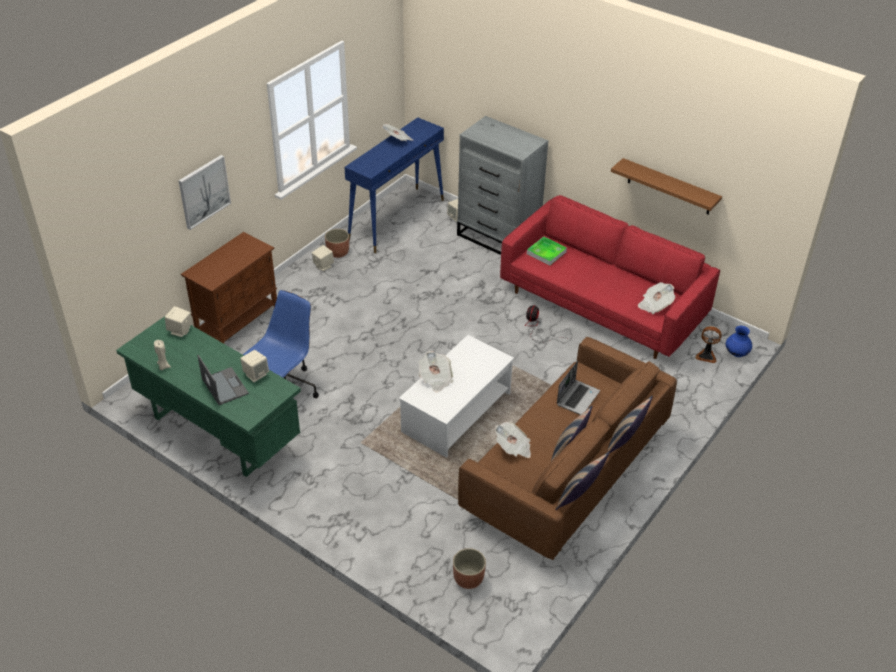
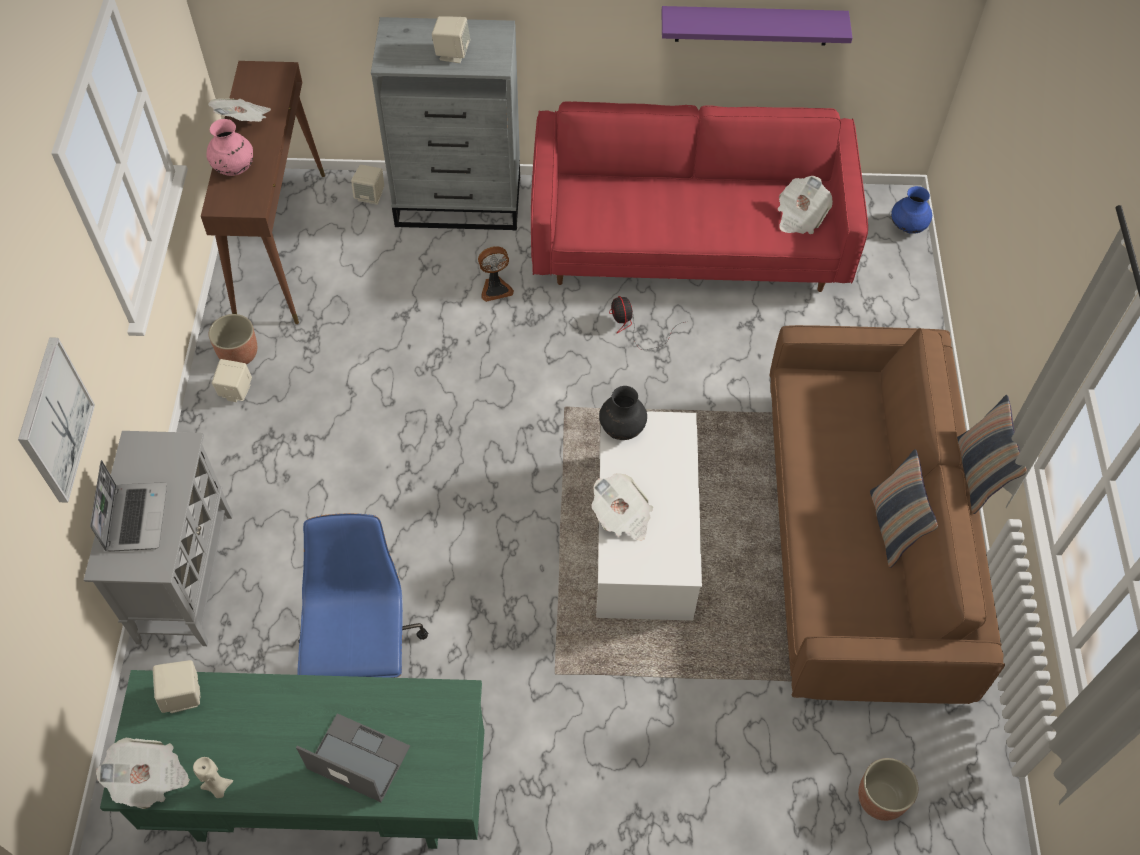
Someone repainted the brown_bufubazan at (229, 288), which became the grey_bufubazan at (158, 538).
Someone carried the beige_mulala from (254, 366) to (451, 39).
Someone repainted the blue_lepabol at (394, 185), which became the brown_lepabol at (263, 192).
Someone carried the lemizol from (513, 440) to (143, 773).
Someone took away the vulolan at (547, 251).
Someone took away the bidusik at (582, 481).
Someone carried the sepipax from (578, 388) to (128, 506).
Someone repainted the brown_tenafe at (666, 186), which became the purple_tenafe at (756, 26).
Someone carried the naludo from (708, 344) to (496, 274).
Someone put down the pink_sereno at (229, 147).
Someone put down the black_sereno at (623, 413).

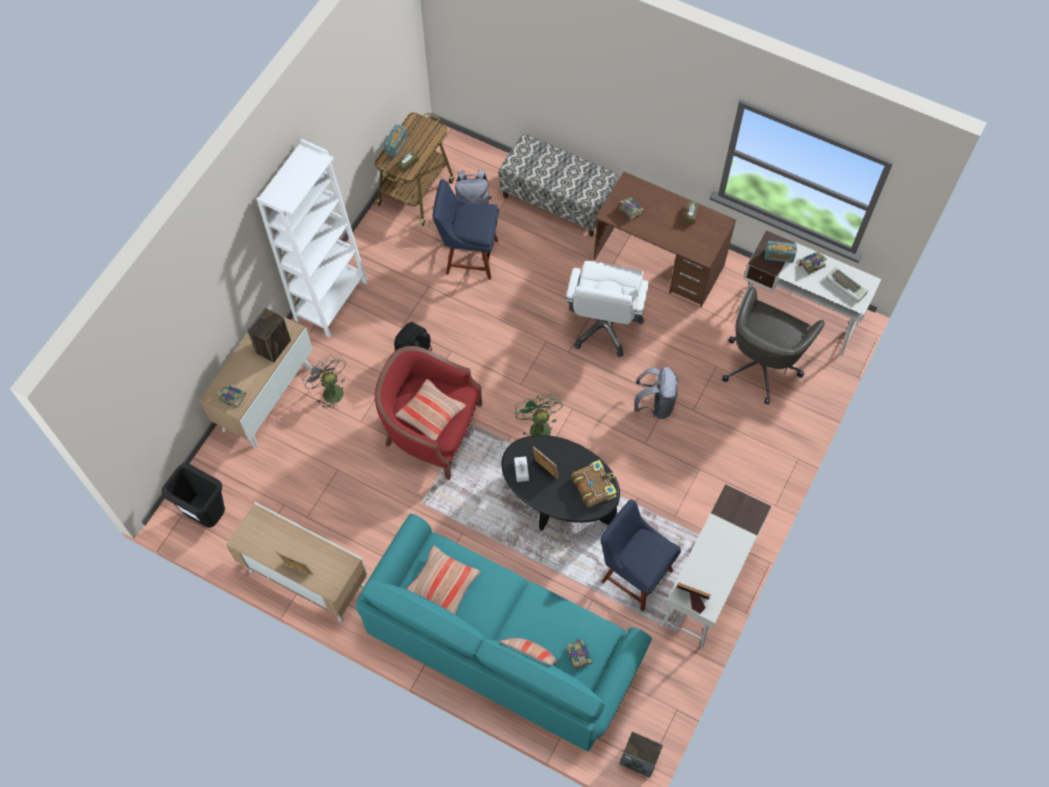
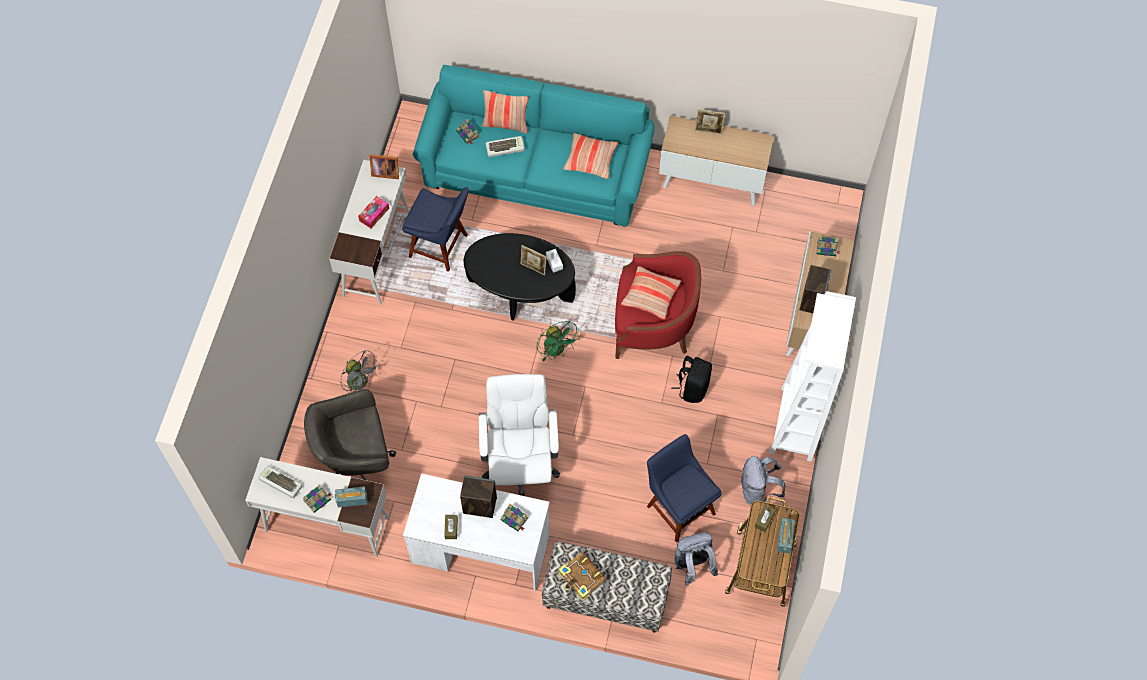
Someone took away the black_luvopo at (193, 495).
Someone carried the grey_naludo from (323, 382) to (360, 371).
Someone rotated the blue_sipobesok at (466, 229) by 120 degrees counterclockwise.
Someone carried the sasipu from (594, 484) to (582, 577).
Someone repainted the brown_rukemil at (664, 239), which became the white_rukemil at (476, 532).
Someone carried the mulala from (641, 755) to (478, 497).
Someone carried the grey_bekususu from (656, 393) to (762, 480).
Someone rotated the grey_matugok at (773, 346) by 120 degrees counterclockwise.
Someone put down the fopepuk at (373, 212).
Someone put down the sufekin at (505, 146).

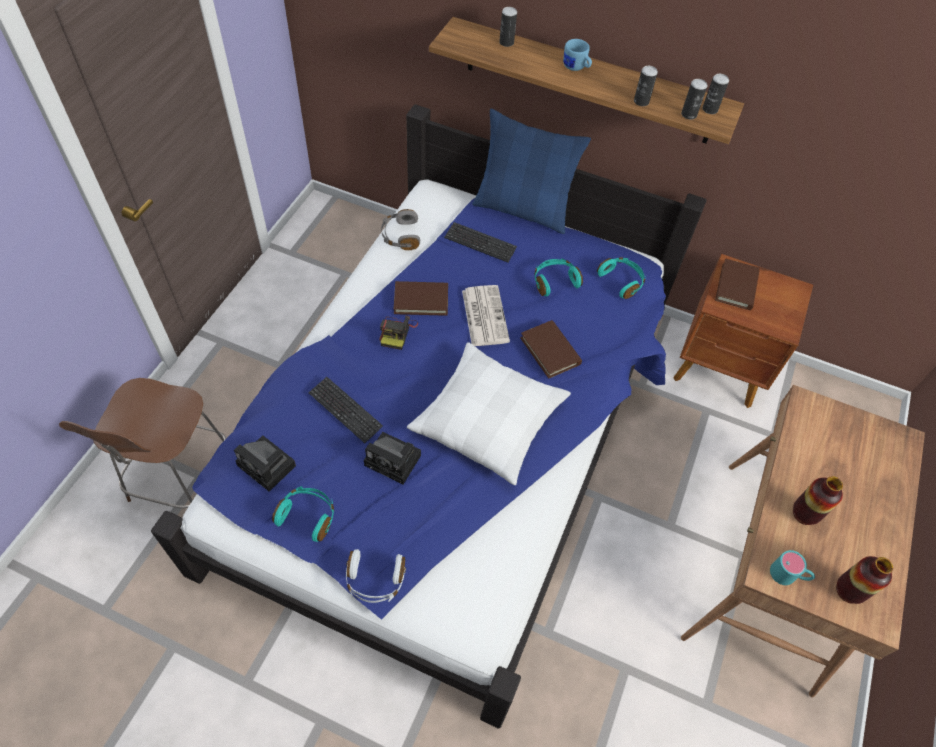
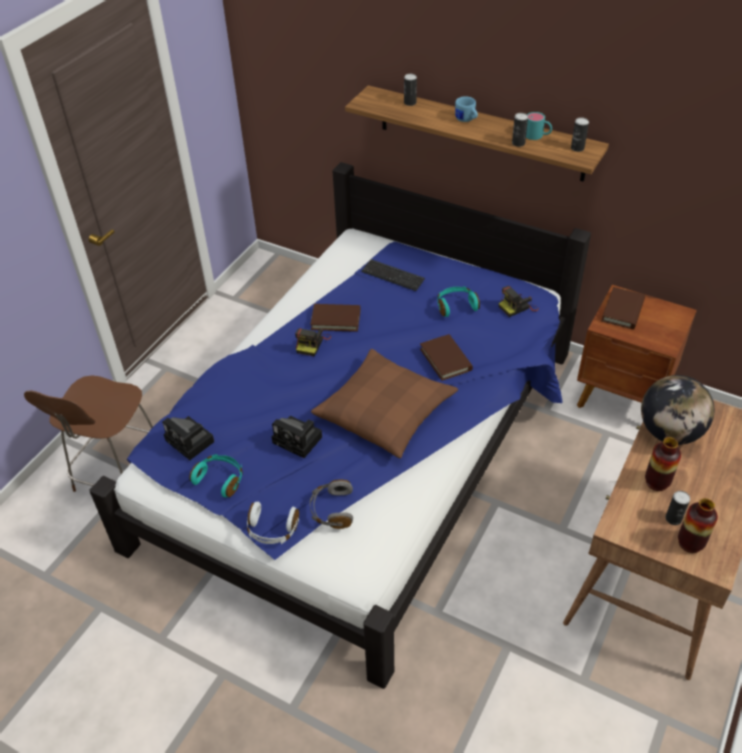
Someone took away the sufekin at (345, 410).
Someone carried the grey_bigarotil from (400, 229) to (331, 504).
Someone repainted the white_bidusik at (489, 413), which became the brown_bidusik at (384, 403).
Someone took away the lemizol at (486, 315).
Someone took away the blue_bidusik at (531, 171).
Someone swapped the turquoise_bigarotil at (621, 278) for the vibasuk at (519, 301).
Someone carried the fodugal from (694, 99) to (677, 508).
Someone carried the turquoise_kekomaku from (792, 567) to (539, 126).
Someone put down the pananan at (678, 410).

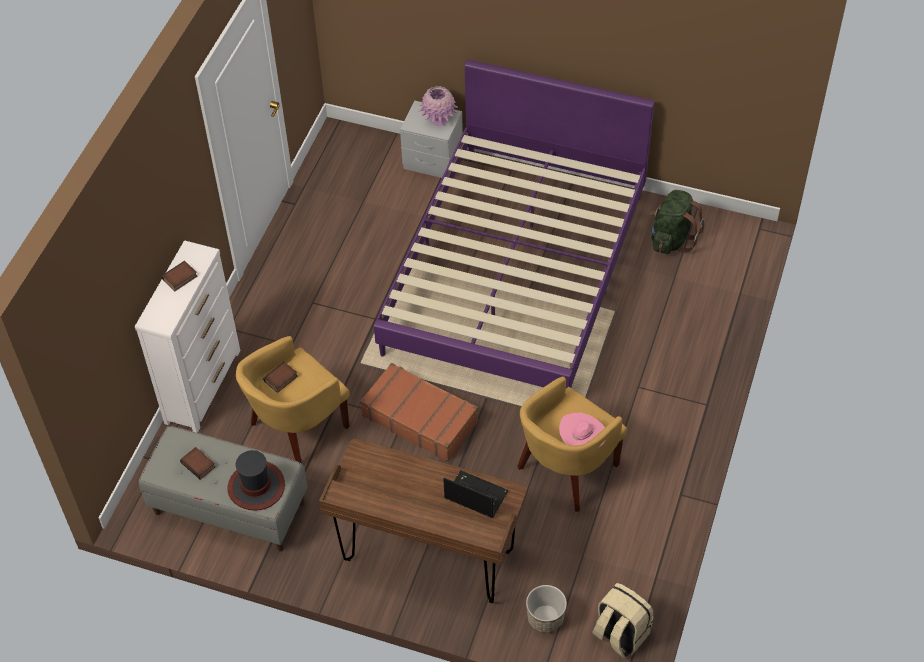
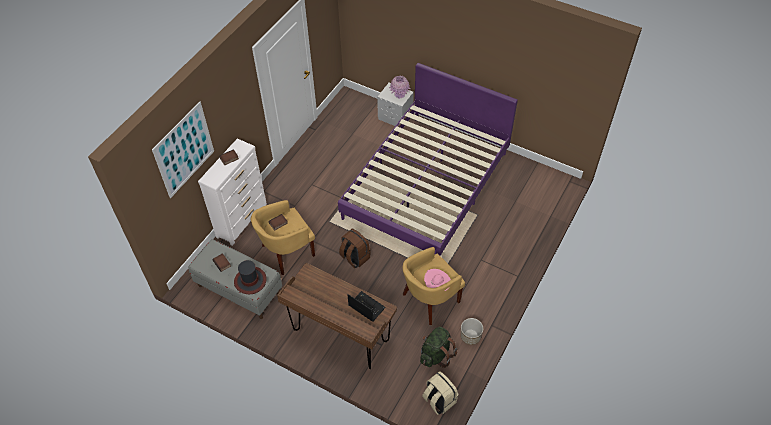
Someone swapped the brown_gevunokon at (419, 412) for the brown_bekususu at (355, 248).
Someone carried the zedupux from (546, 609) to (472, 331).
Someone carried the green_bekususu from (677, 222) to (438, 347).
Someone put up the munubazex at (183, 150).

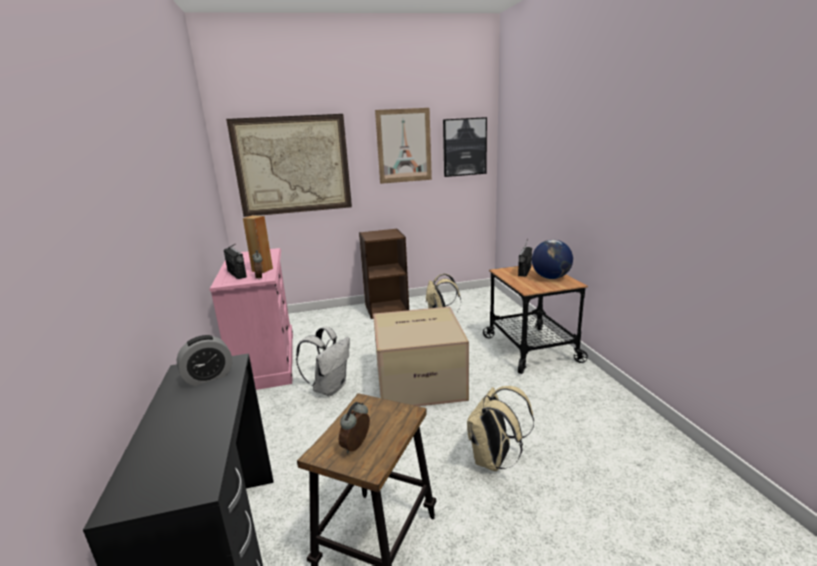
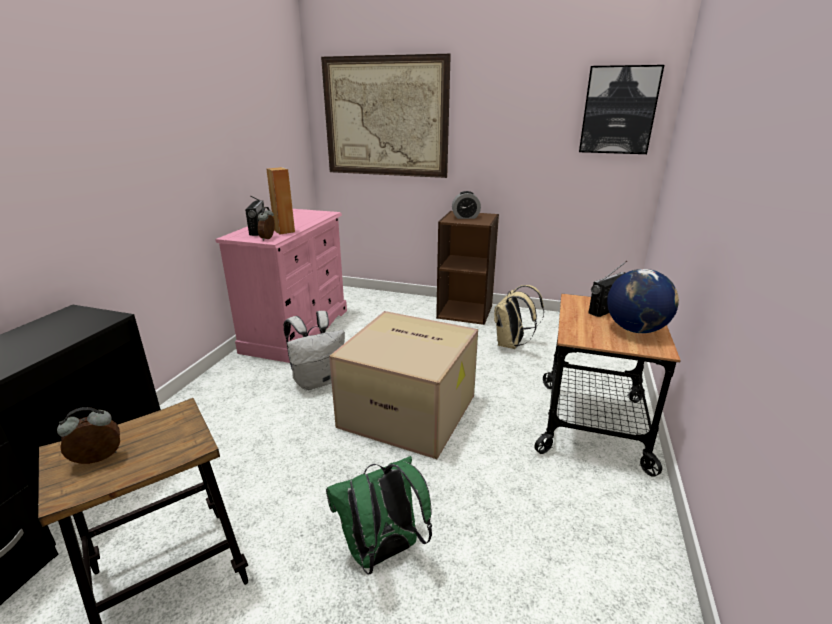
Someone carried the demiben from (204, 360) to (466, 205).
Someone took away the munubazex at (403, 146).
Someone repainted the beige_bekususu at (500, 428), which became the green_bekususu at (379, 515).

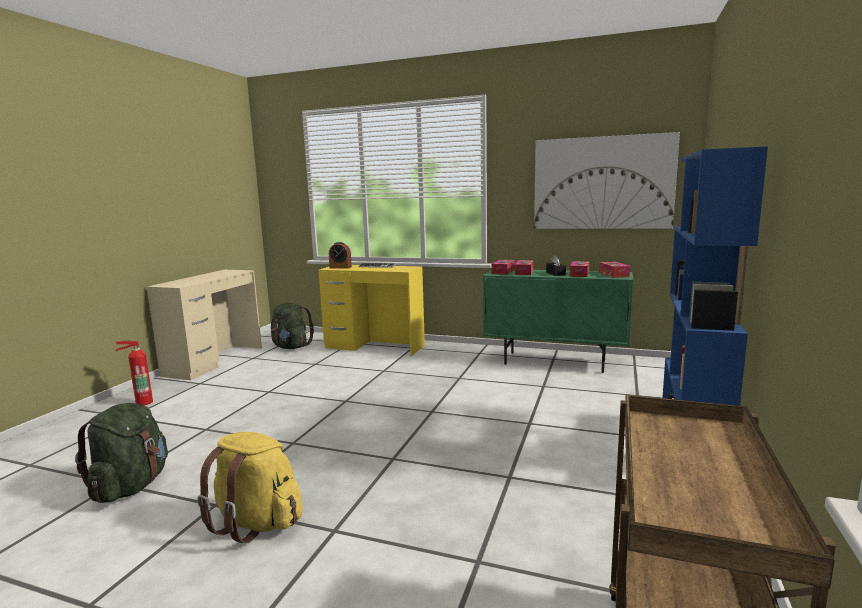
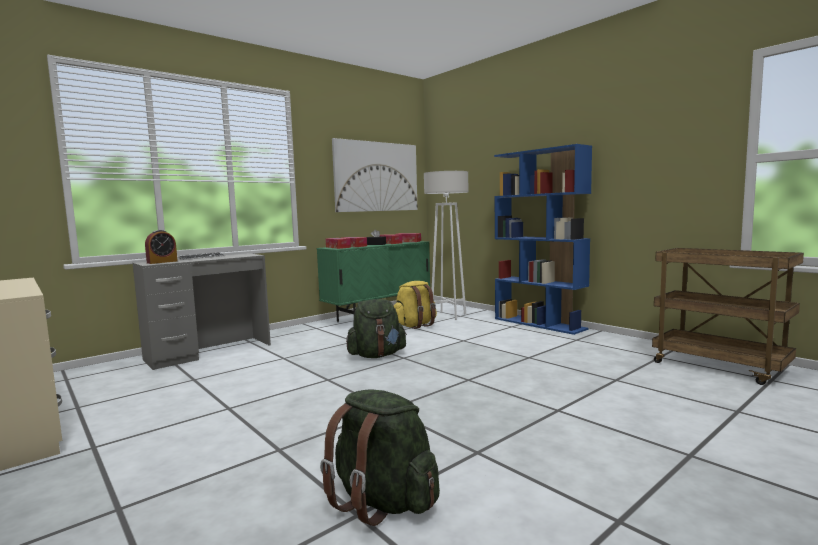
Someone took away the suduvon at (134, 373).
Someone carried the yellow_bekususu from (250, 488) to (415, 305).
Someone carried the green_bekususu from (292, 326) to (376, 328).
Someone repainted the yellow_rukemil at (371, 310), which became the grey_rukemil at (202, 311).
Someone put down the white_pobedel at (446, 245).

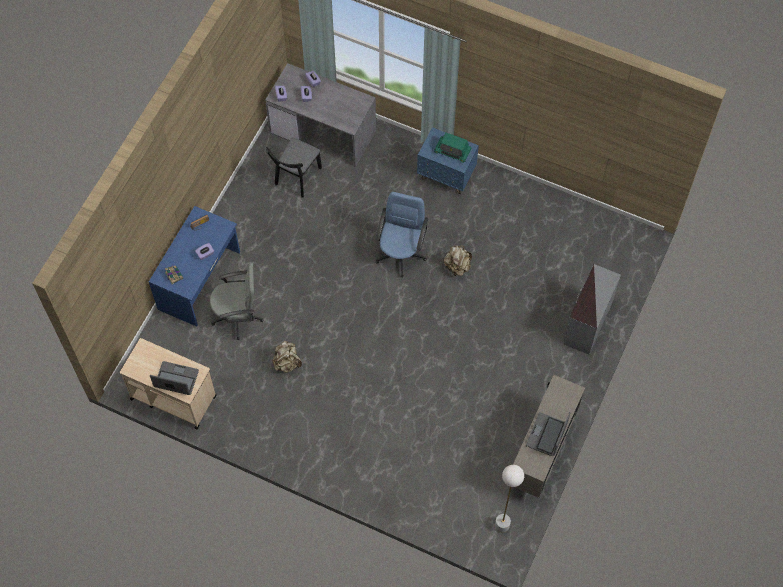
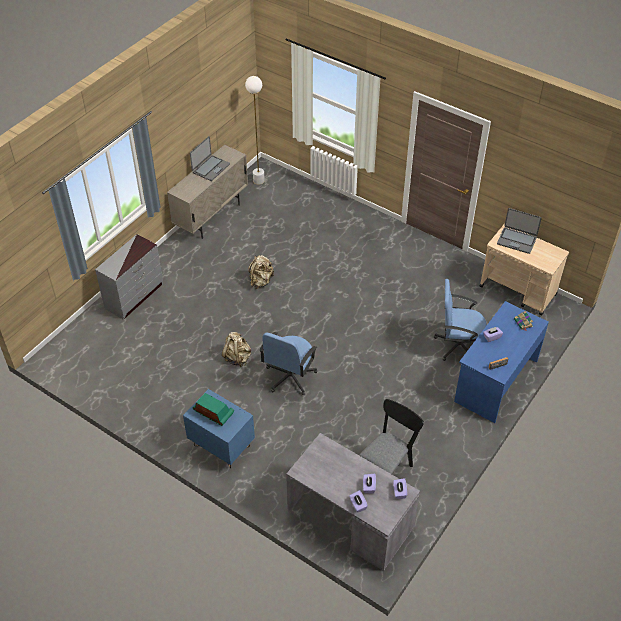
Someone repainted the grey_matugok at (237, 301), which became the blue_matugok at (460, 320).
Someone carried the beige_bekususu from (287, 357) to (261, 272).

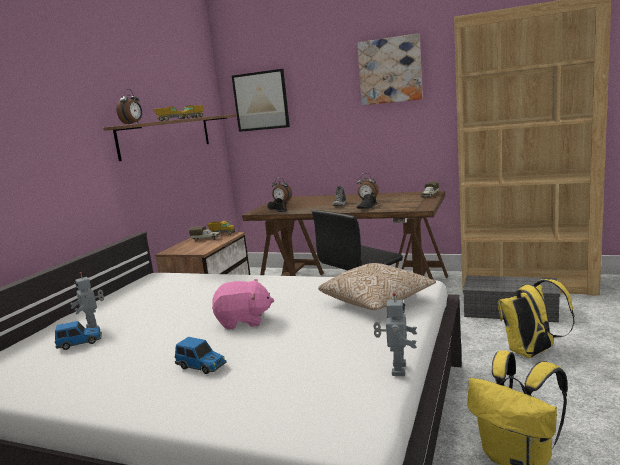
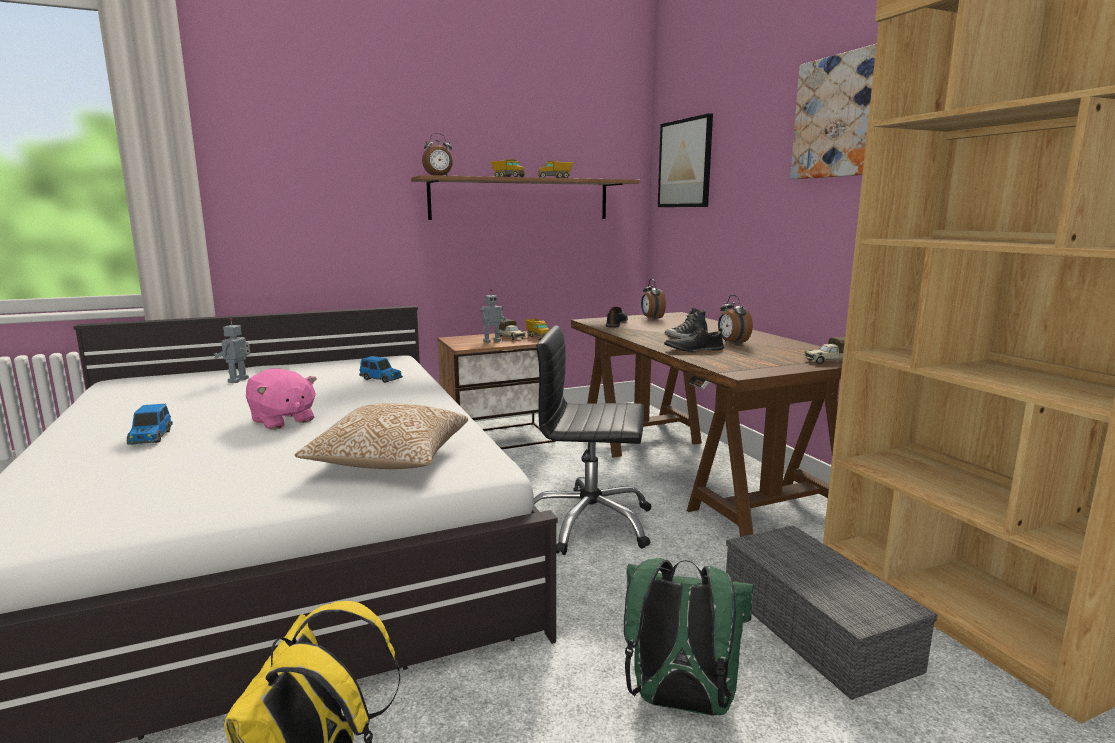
Someone carried the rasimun from (78, 335) to (381, 369).
Someone carried the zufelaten from (395, 334) to (493, 316).
Someone repainted the yellow_bekususu at (536, 318), which became the green_bekususu at (689, 637).

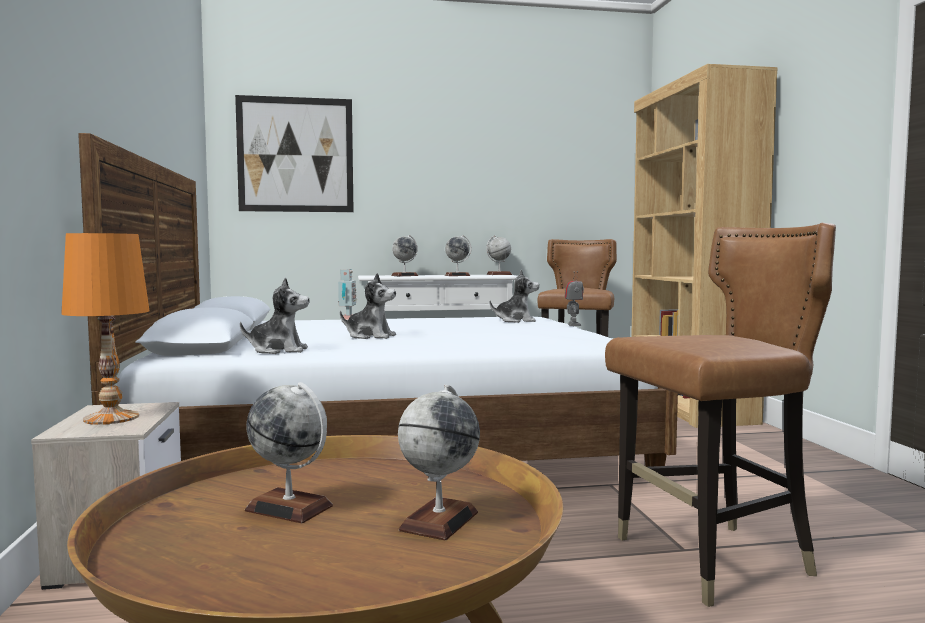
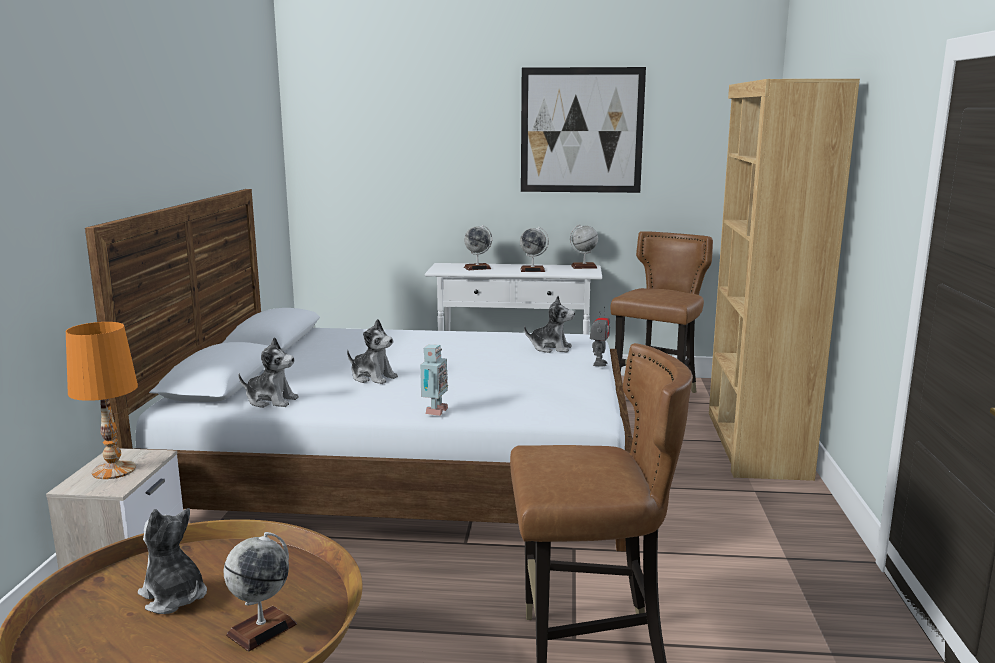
Someone carried the munubazex from (294, 153) to (583, 130).
Someone swapped the pananan at (289, 452) for the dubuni at (172, 561).
Someone carried the zufelaten from (347, 294) to (434, 380).

